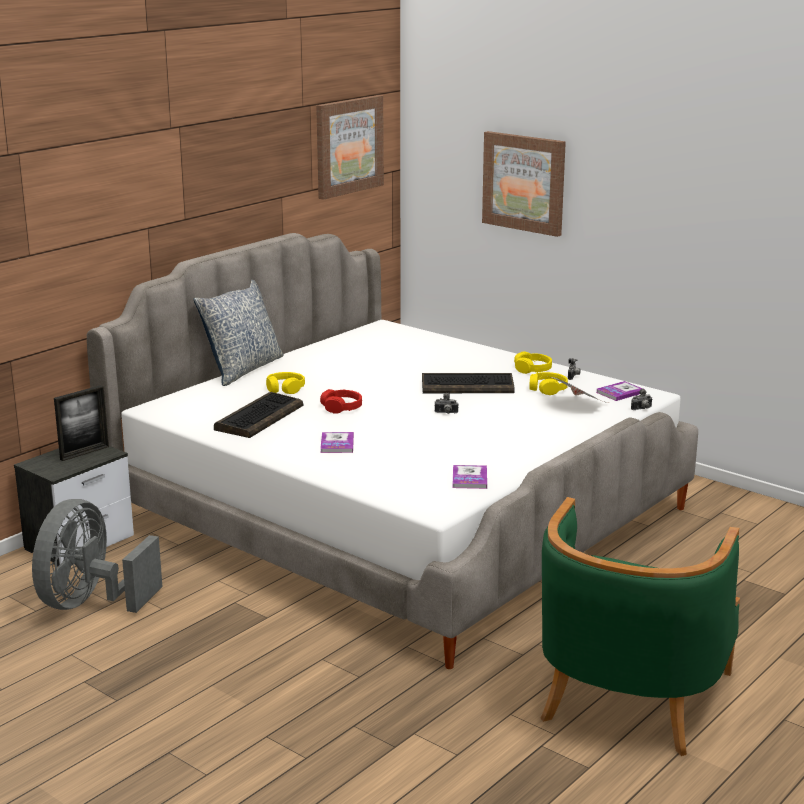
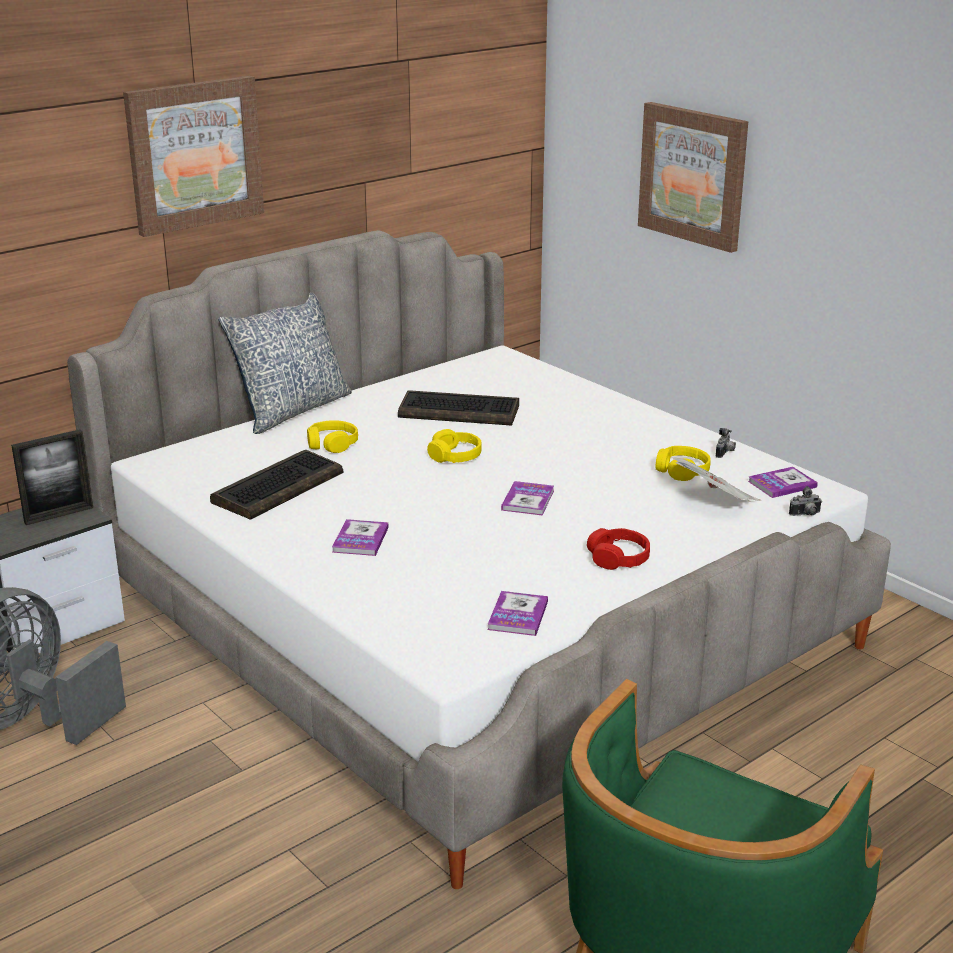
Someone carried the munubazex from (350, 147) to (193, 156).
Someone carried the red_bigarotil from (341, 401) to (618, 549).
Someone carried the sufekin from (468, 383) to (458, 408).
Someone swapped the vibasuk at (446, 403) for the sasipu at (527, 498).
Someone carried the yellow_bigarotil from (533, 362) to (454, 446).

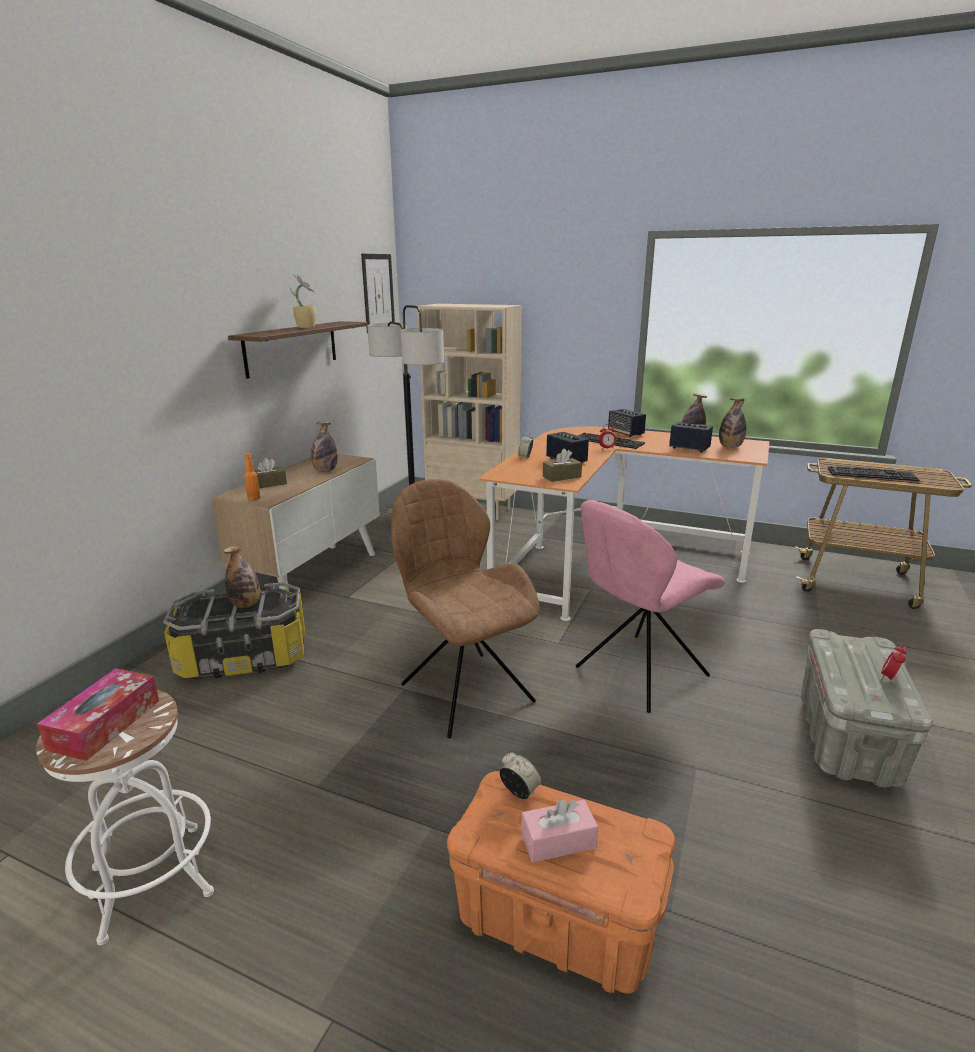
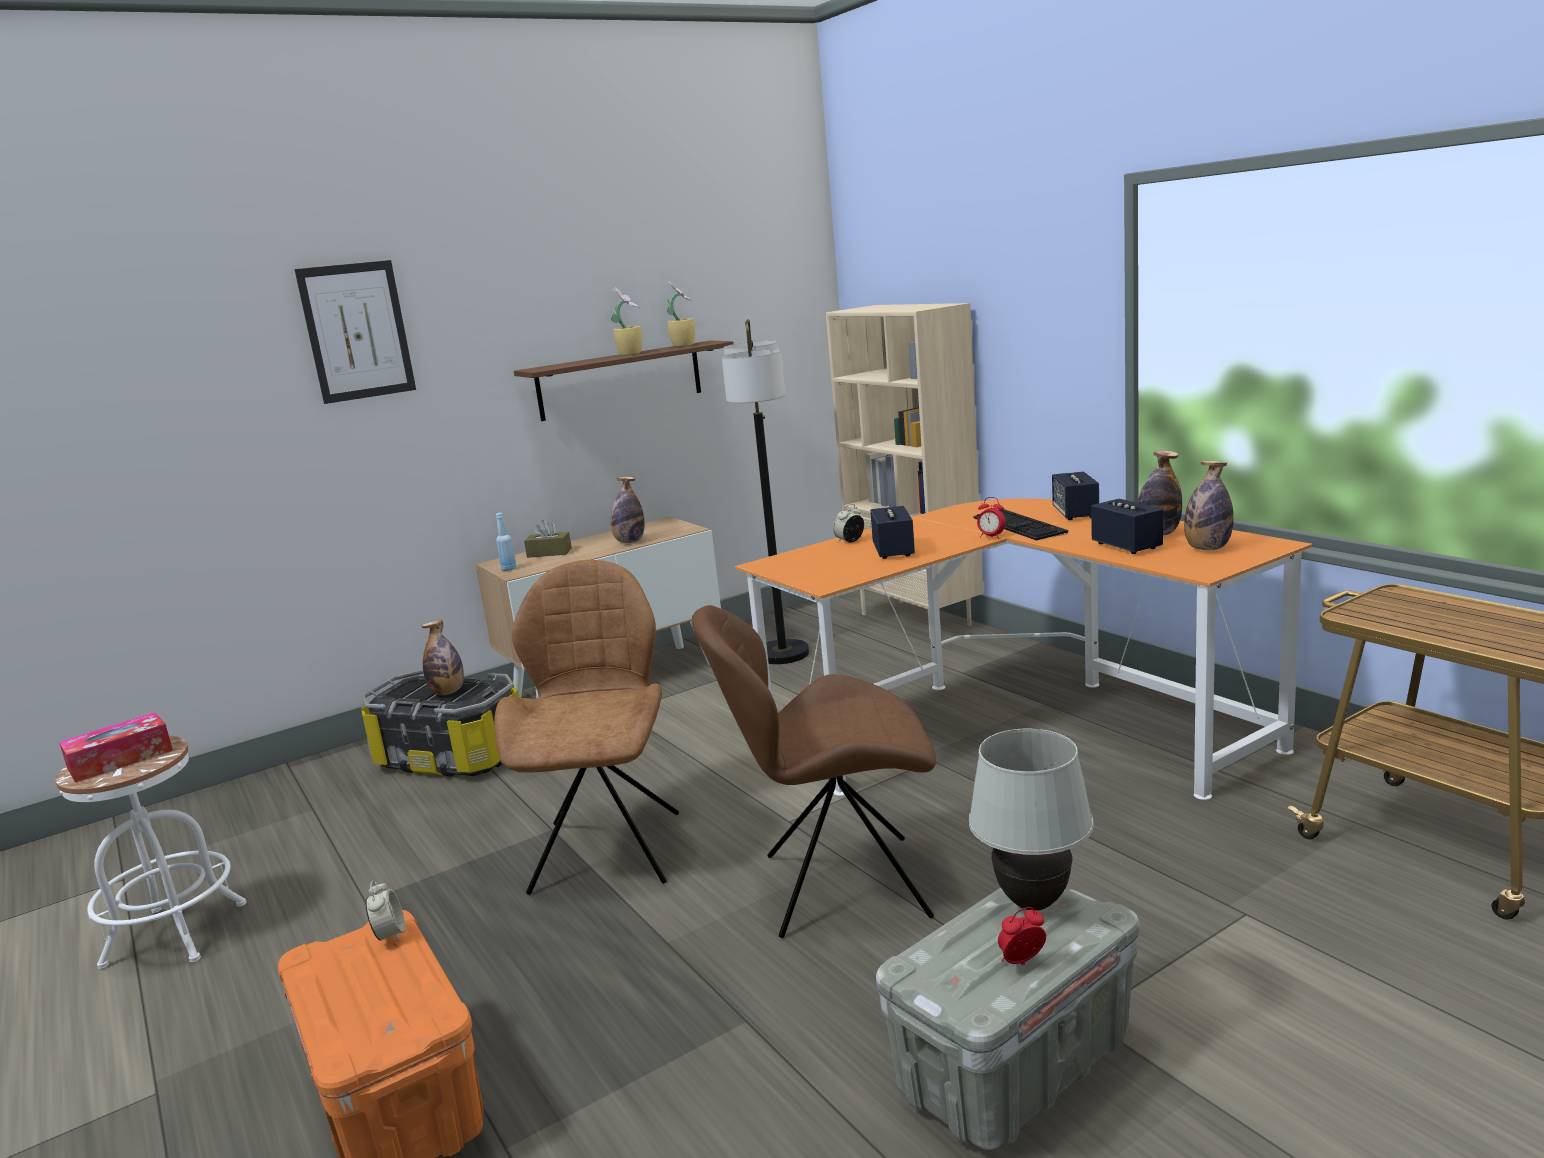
Someone repainted the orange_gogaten at (252, 477), which became the blue_gogaten at (506, 542).
Someone carried the munubazex from (378, 294) to (355, 332).
Someone took away the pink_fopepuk at (559, 830).
Someone took away the brown_fopepuk at (562, 465).
Someone repainted the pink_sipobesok at (650, 606), which became the brown_sipobesok at (814, 771).
Someone took away the sufekin at (873, 473).
Someone put down the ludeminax at (680, 314).
Someone put down the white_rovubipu at (1031, 820).

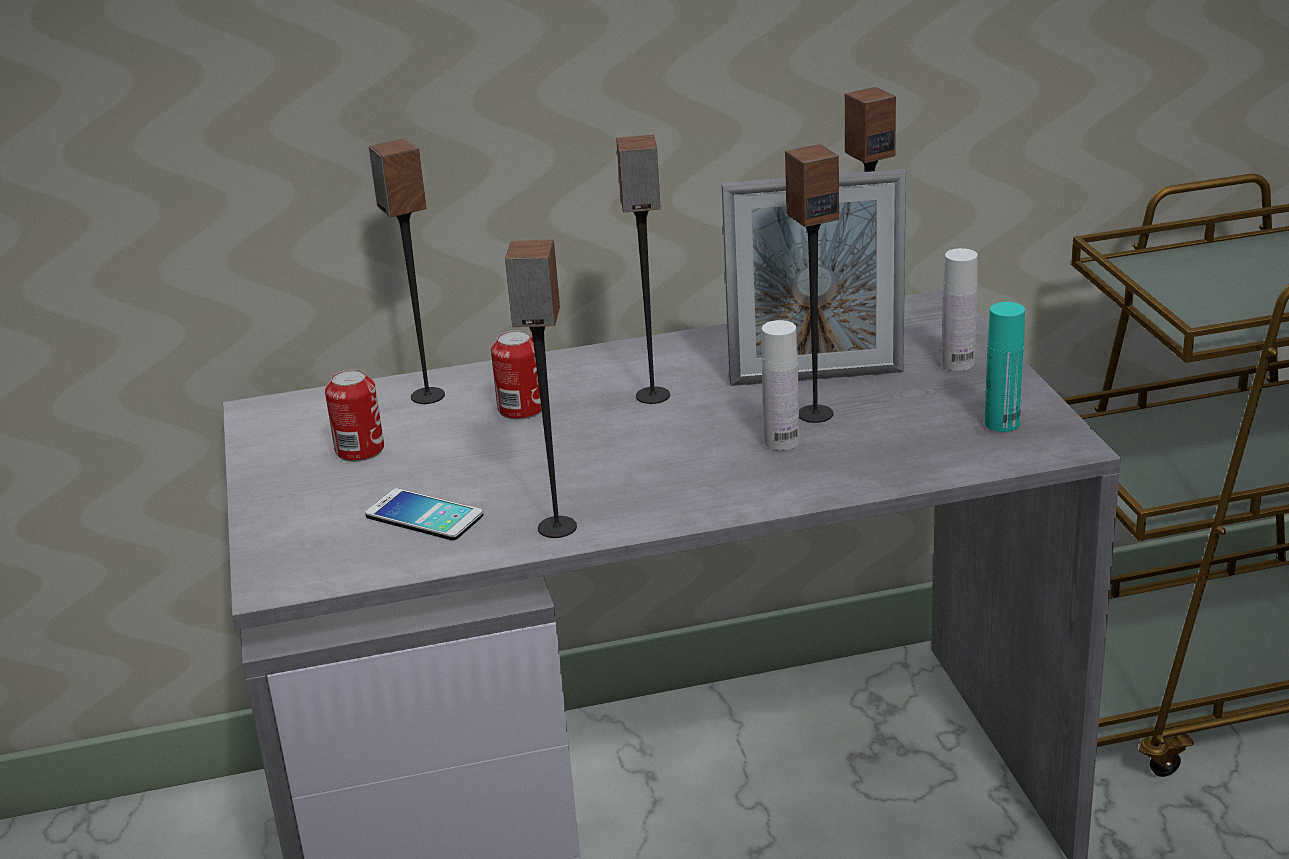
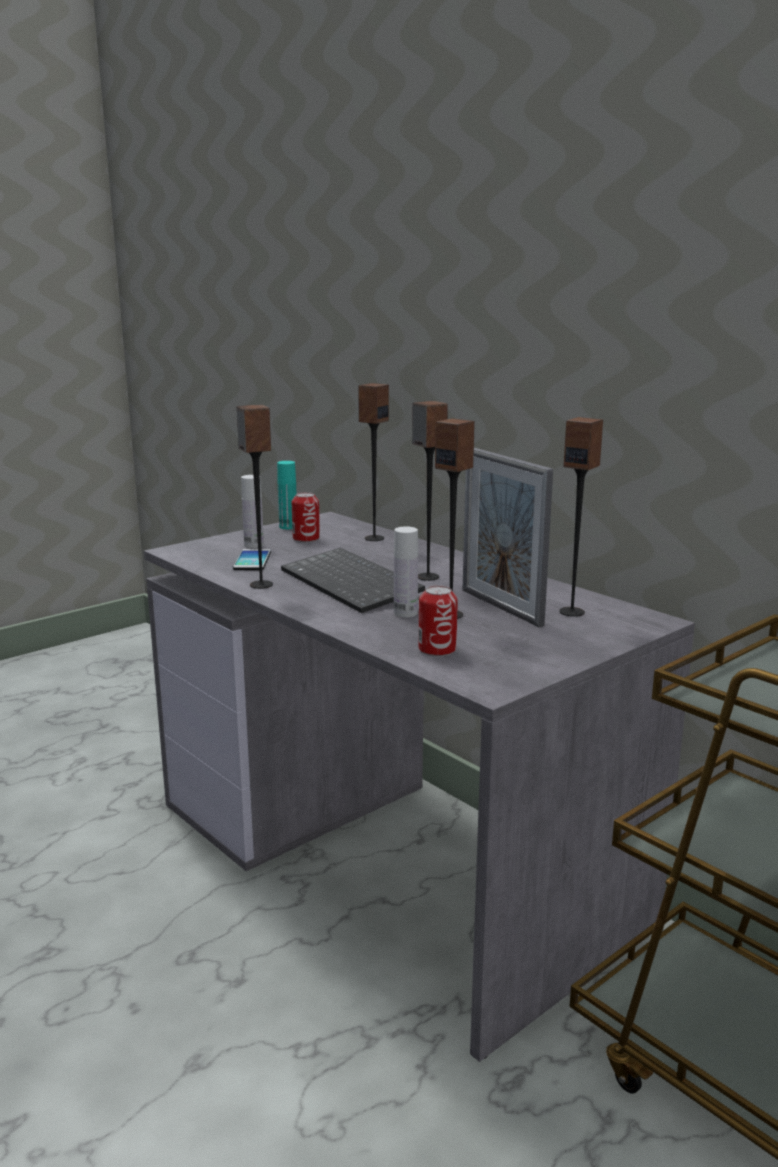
Someone carried the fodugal from (516, 375) to (438, 621).
Someone carried the white_gogaten from (959, 309) to (252, 511).
Someone carried the turquoise_gogaten from (1005, 367) to (287, 495).
Someone put down the sufekin at (353, 580).

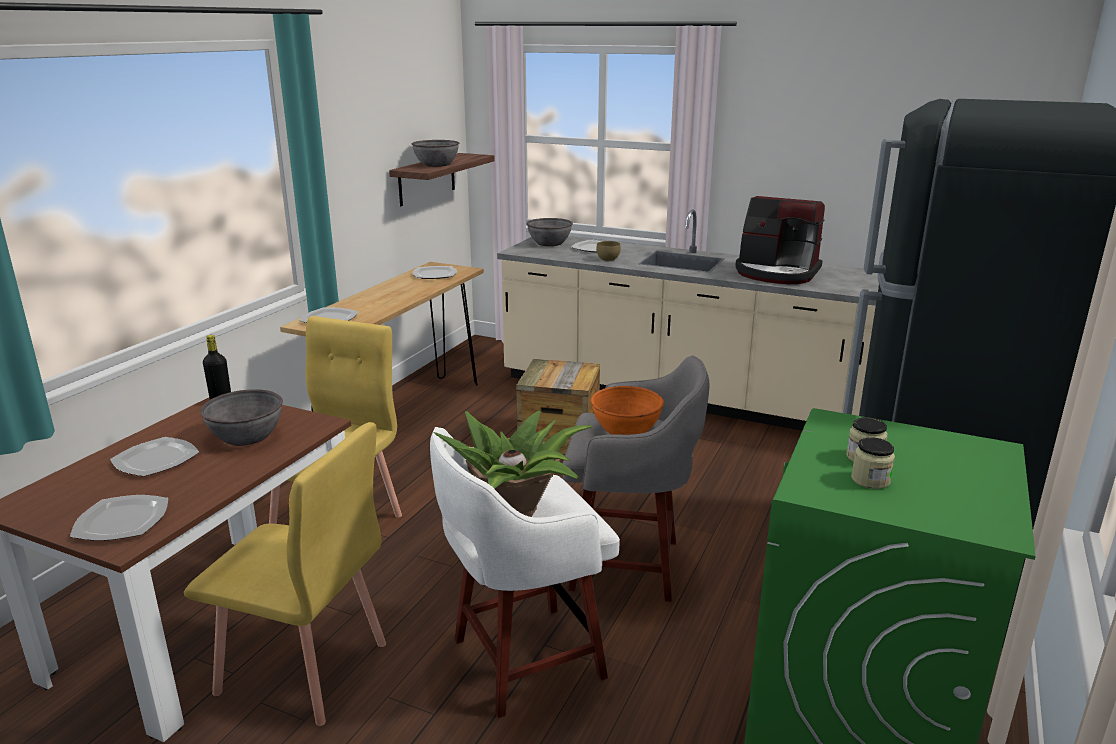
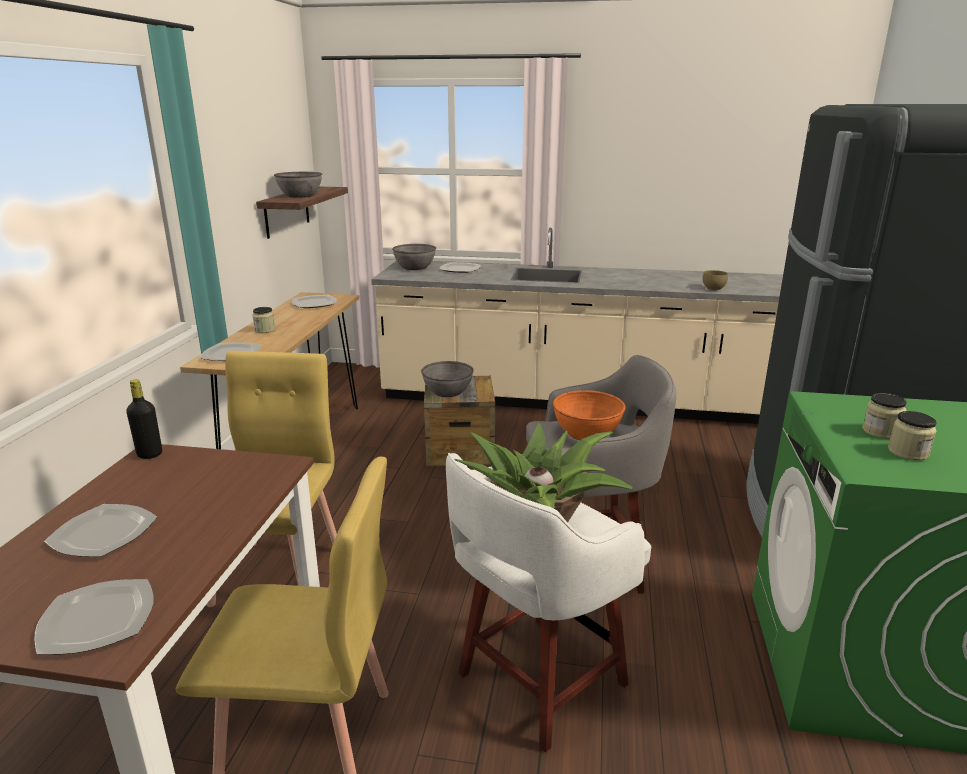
Someone carried the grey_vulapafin from (241, 417) to (447, 379).
Someone carried the brown_vulapafin from (608, 251) to (715, 280).
Someone took away the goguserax at (780, 240).
Someone put down the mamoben at (264, 320).

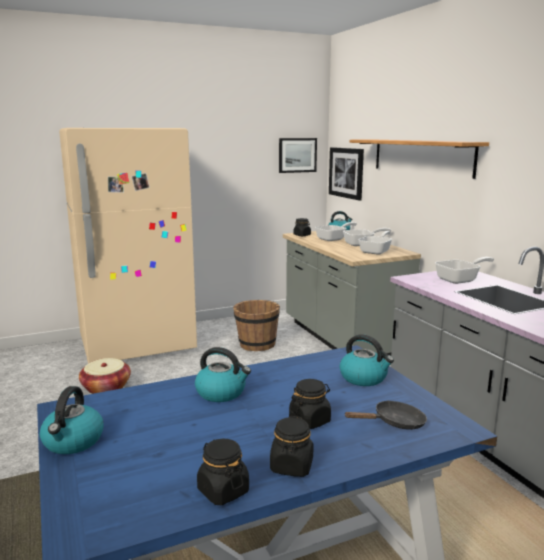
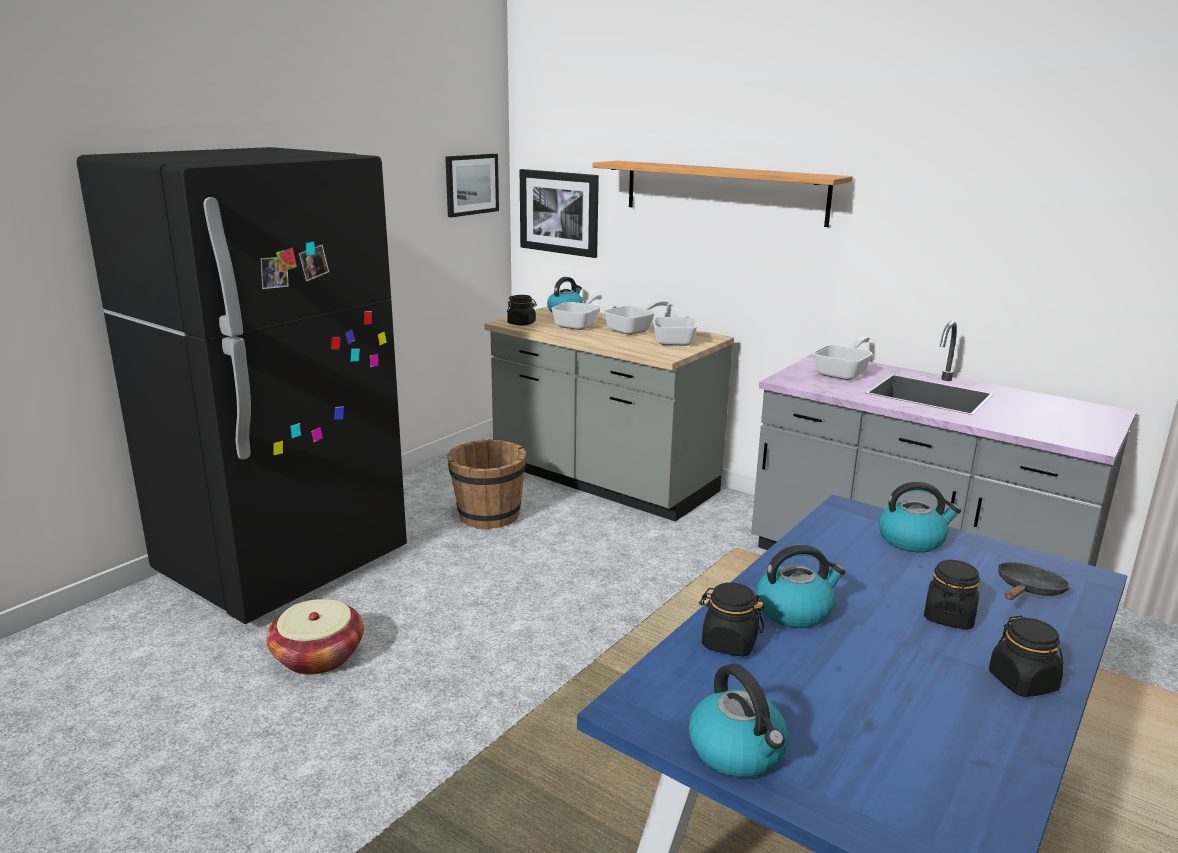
Someone repainted the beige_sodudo at (128, 246), which became the black_sodudo at (242, 385).
Someone carried the black_mamoben from (223, 472) to (731, 619).

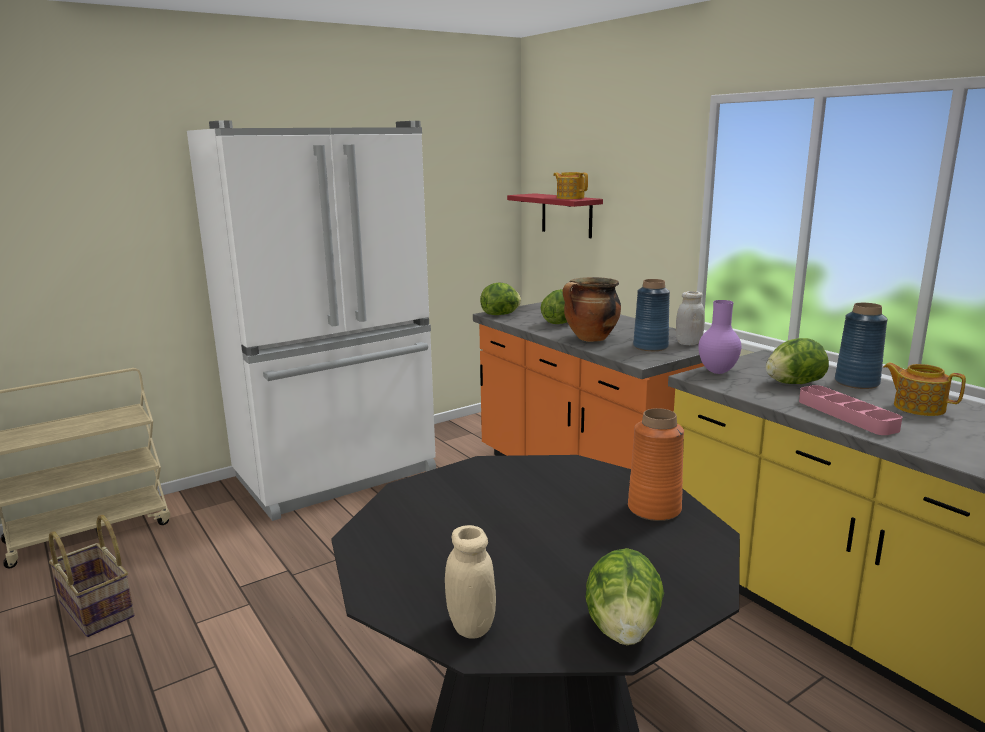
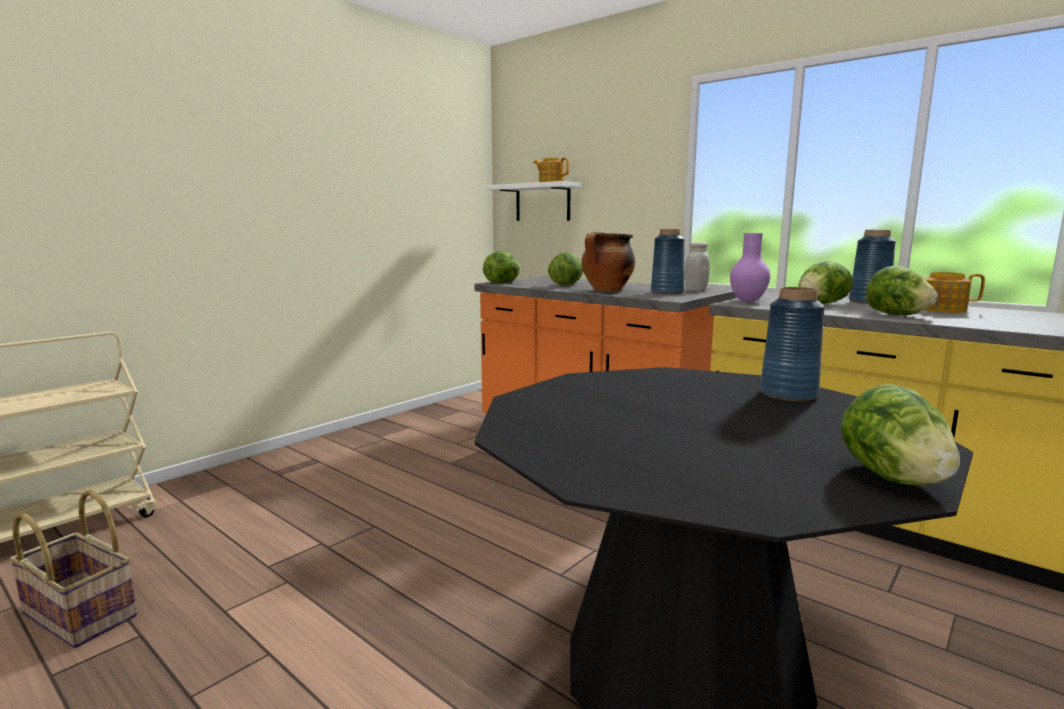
Someone took away the white_sodudo at (311, 320).
Someone took away the beige_mamoben at (470, 582).
Someone repainted the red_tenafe at (555, 215), which became the white_tenafe at (533, 201).
Someone repainted the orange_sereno at (656, 464), which became the blue_sereno at (792, 344).
Someone swapped the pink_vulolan at (850, 410) for the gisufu at (901, 291).

